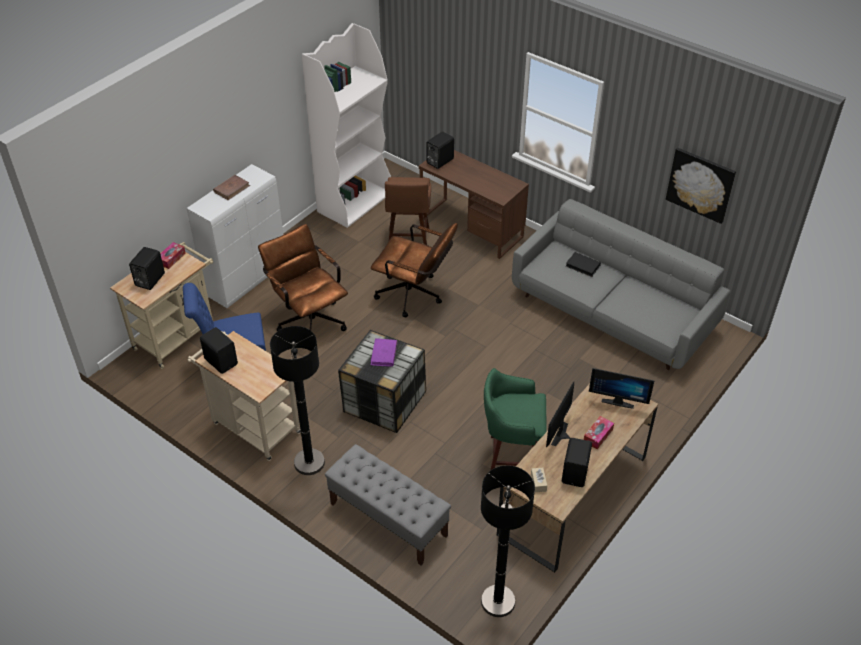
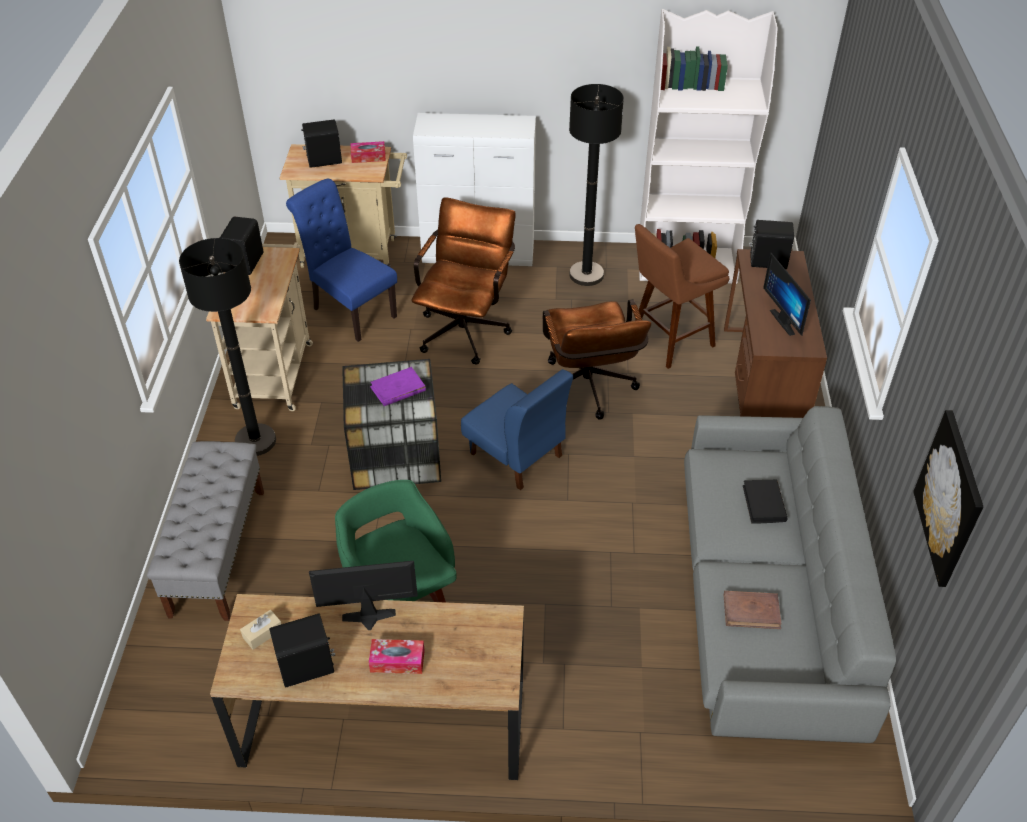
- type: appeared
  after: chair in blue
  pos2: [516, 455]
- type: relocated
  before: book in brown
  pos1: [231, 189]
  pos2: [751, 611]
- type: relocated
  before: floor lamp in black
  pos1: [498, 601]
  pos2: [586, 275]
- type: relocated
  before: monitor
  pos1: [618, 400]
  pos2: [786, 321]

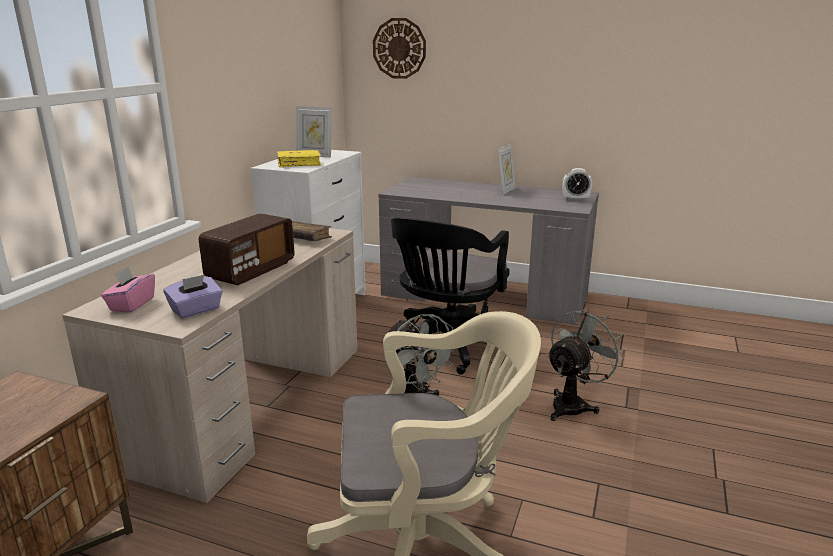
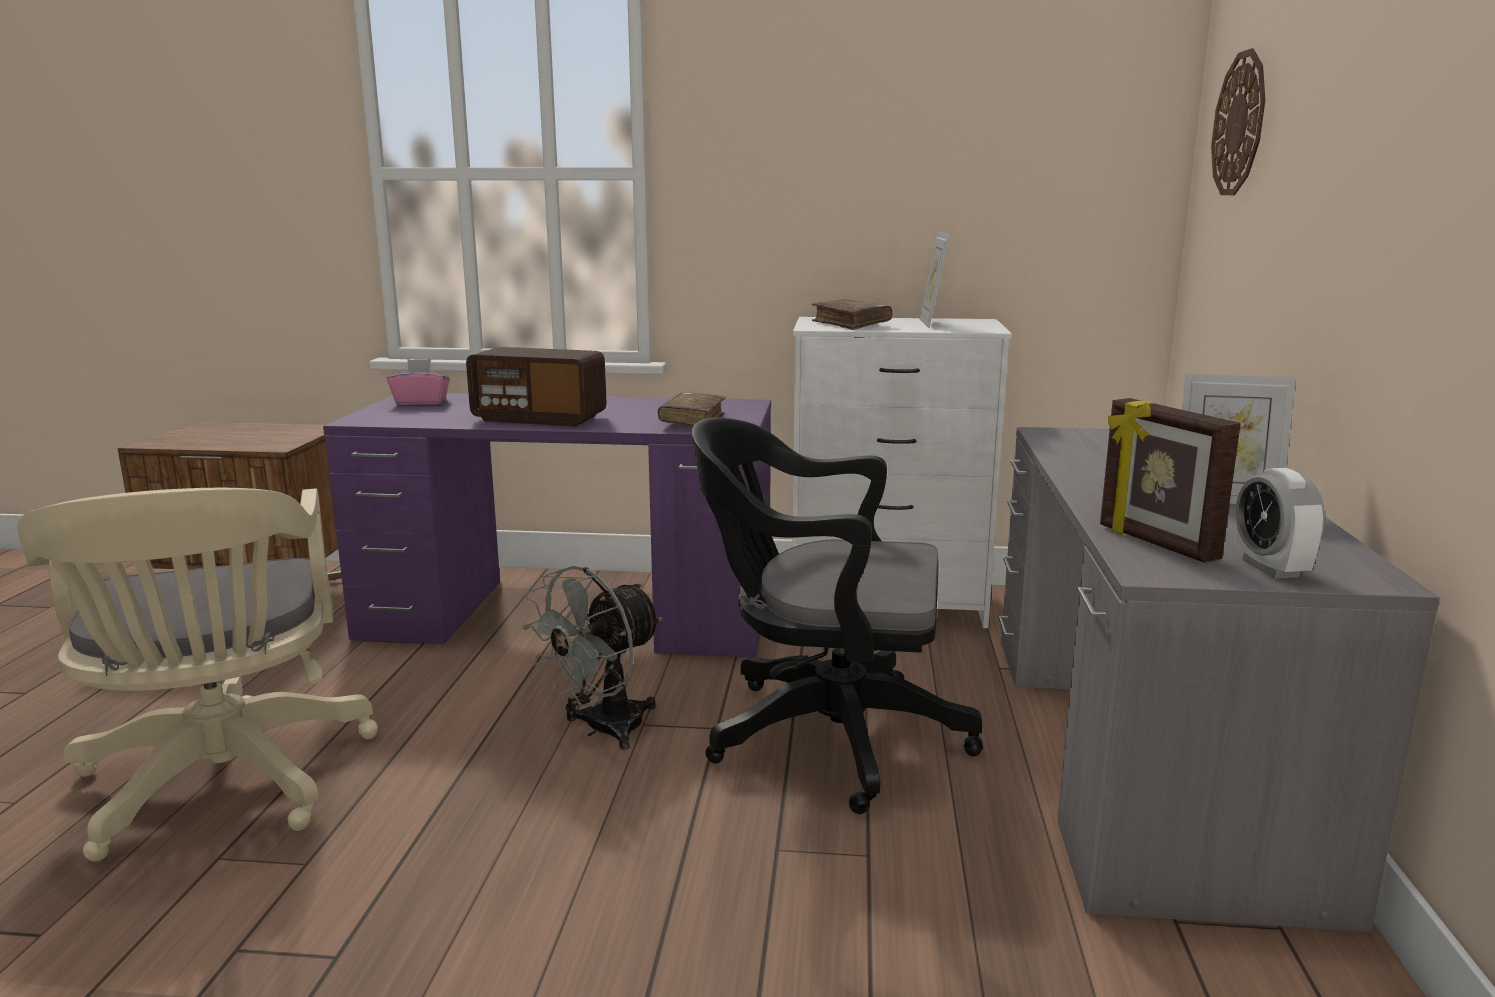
- type: missing
  before: tissue box in purple
  pos1: [196, 310]
- type: missing
  before: fan in grey
  pos1: [573, 404]
- type: appeared
  after: picture frame
  pos2: [1155, 543]
- type: colour
  before: desk in beige
  after: desk in purple
  pos1: [249, 400]
  pos2: [571, 615]
- type: colour
  before: book in yellow
  after: book in brown
  pos1: [299, 164]
  pos2: [851, 324]

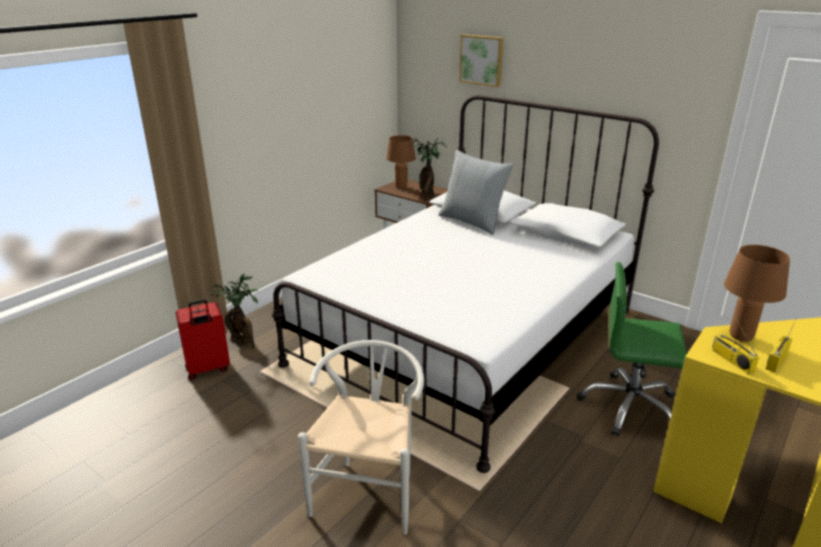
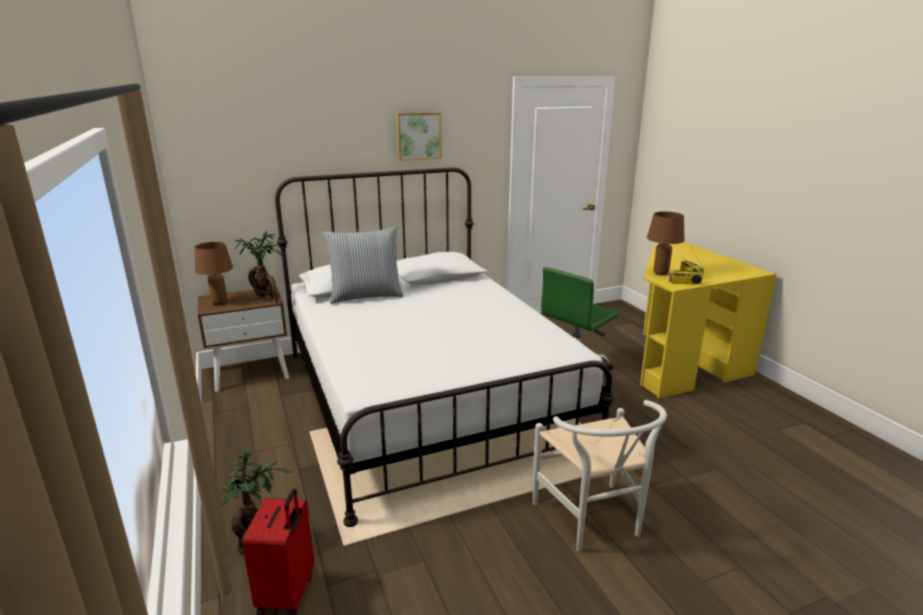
- type: relocated
  before: picture
  pos1: [482, 60]
  pos2: [418, 136]
- type: spun
  before: chair in white
  pos1: [369, 490]
  pos2: [593, 522]
  turn: -150

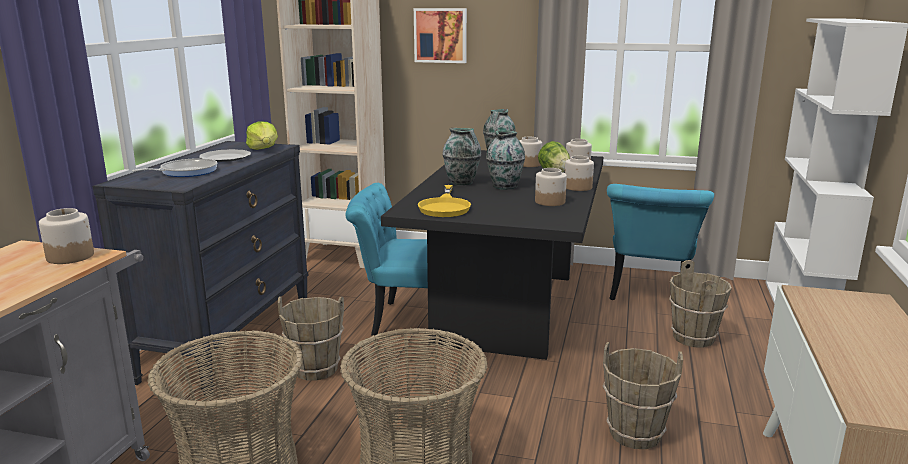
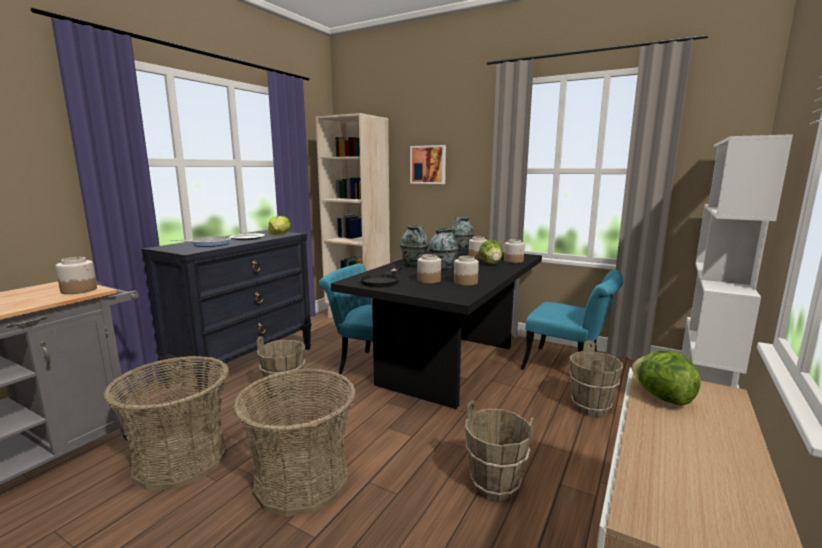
- type: appeared
  after: lettuce
  pos2: [662, 397]
- type: relocated
  before: jar
  pos1: [577, 187]
  pos2: [428, 280]
- type: colour
  before: frying pan in yellow
  after: frying pan in black
  pos1: [445, 206]
  pos2: [383, 280]
- type: spun
  before: chair in turquoise
  pos1: [649, 294]
  pos2: [569, 367]
  turn: -90

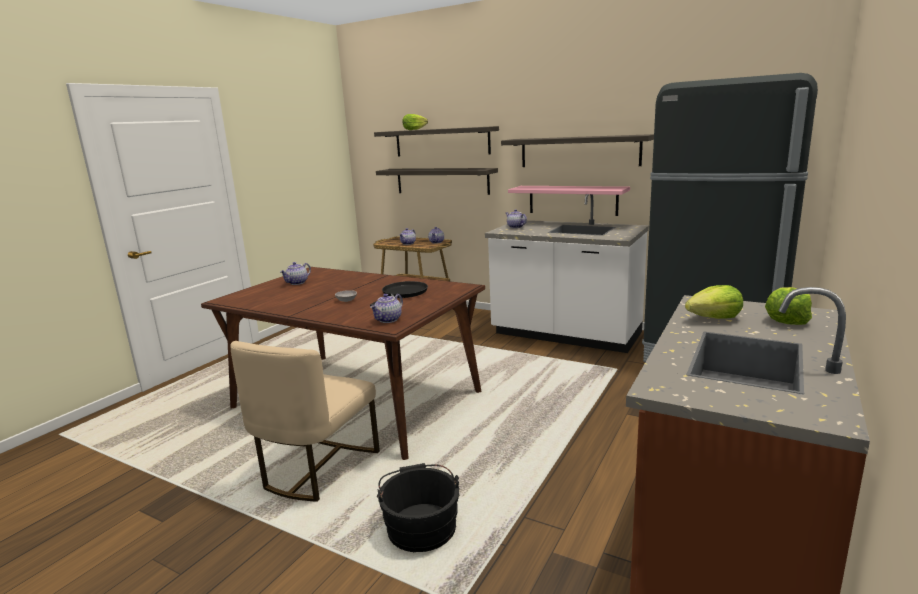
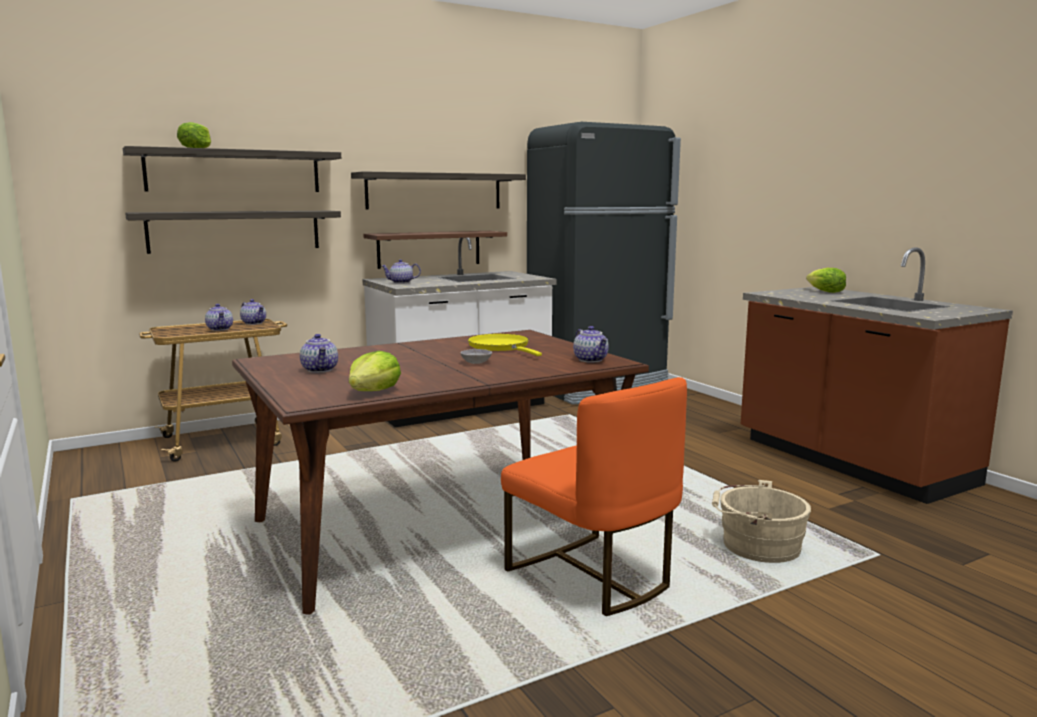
- type: relocated
  before: lettuce
  pos1: [714, 318]
  pos2: [374, 392]
- type: colour
  before: chair in beige
  after: chair in orange
  pos1: [317, 469]
  pos2: [592, 577]
- type: colour
  before: frying pan in black
  after: frying pan in yellow
  pos1: [403, 294]
  pos2: [501, 347]
- type: colour
  before: bucket in black
  after: bucket in beige
  pos1: [421, 525]
  pos2: [756, 545]
- type: colour
  before: shelf in pink
  after: shelf in brown
  pos1: [572, 200]
  pos2: [429, 249]

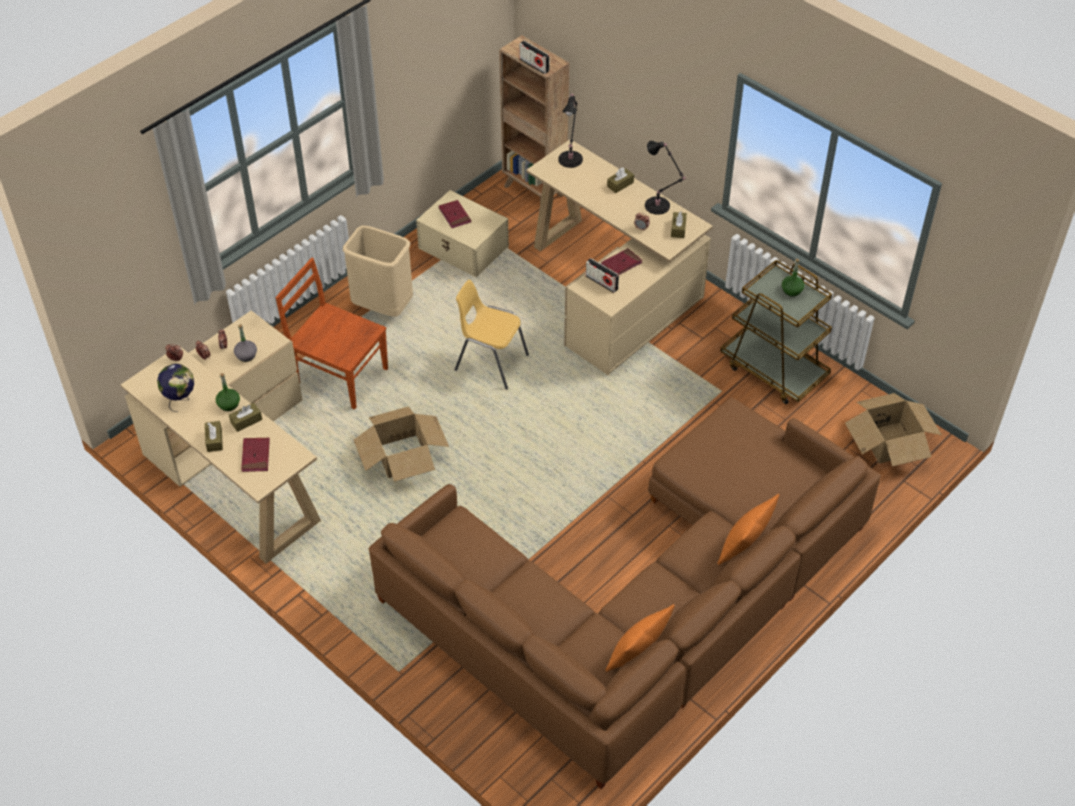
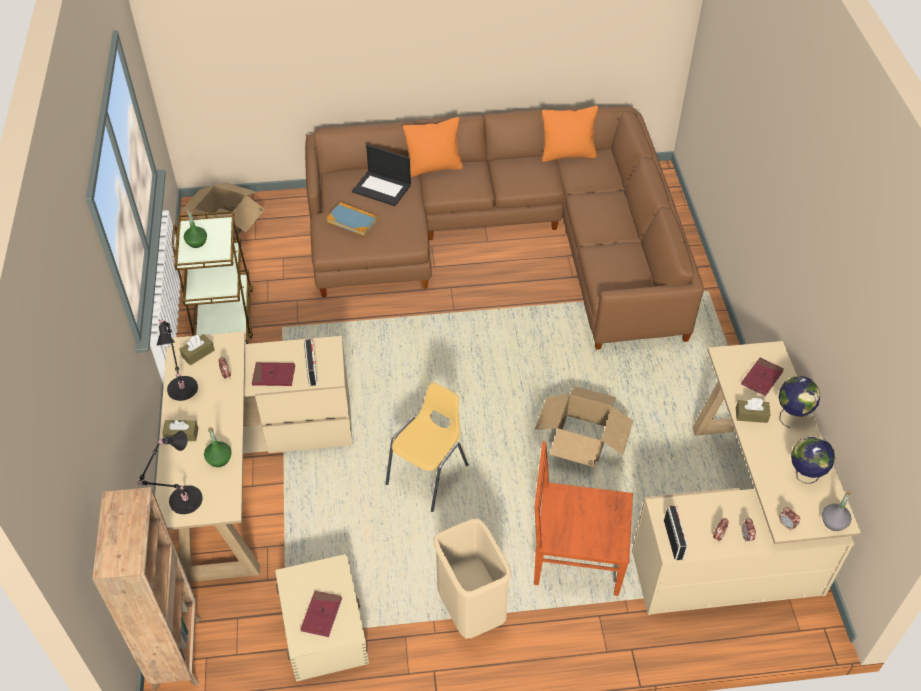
- type: appeared
  after: book
  pos2: [352, 220]
- type: appeared
  after: laptop
  pos2: [382, 188]
- type: relocated
  before: bottle in green
  pos1: [229, 404]
  pos2: [219, 459]
- type: relocated
  before: bottle in grey
  pos1: [246, 355]
  pos2: [834, 522]
- type: relocated
  before: radio
  pos1: [534, 65]
  pos2: [673, 539]
- type: exchanged
  before: tissue box in brown
  after: globe
  pos1: [214, 440]
  pos2: [792, 414]
- type: spun
  before: chair in brown
  pos1: [339, 375]
  pos2: [575, 557]
  turn: 120
- type: spun
  before: chair in yellow
  pos1: [490, 362]
  pos2: [429, 474]
  turn: -120

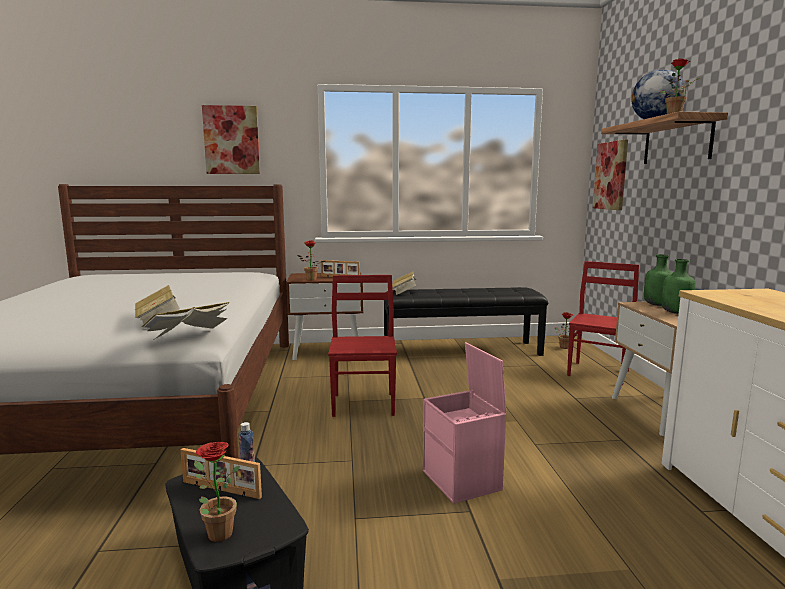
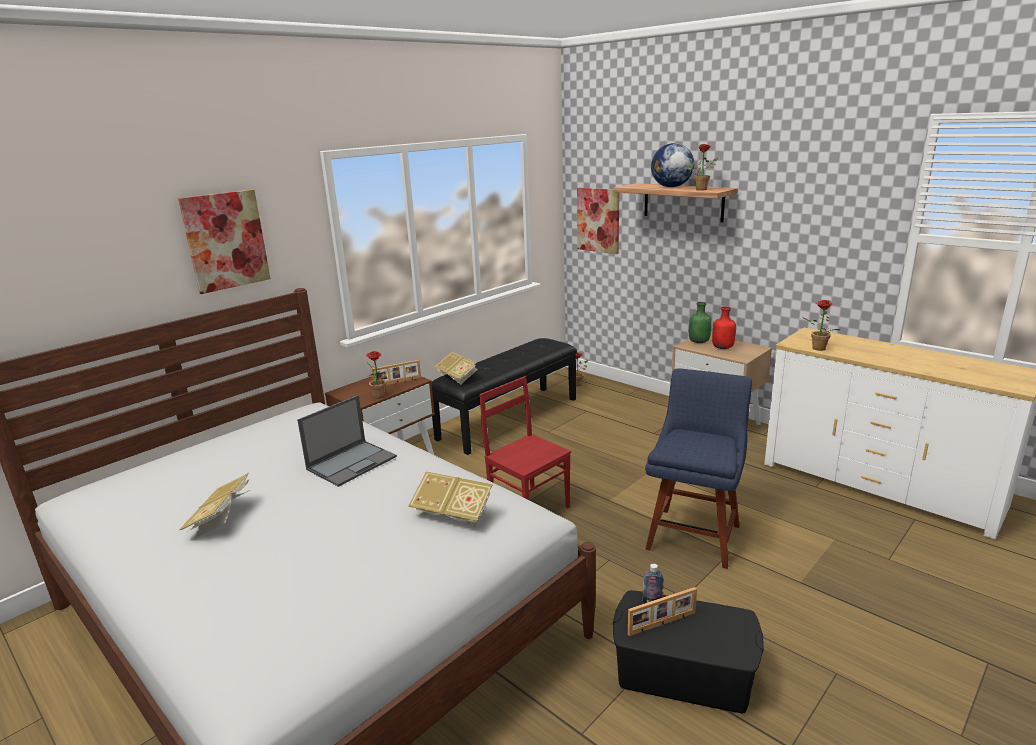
- type: missing
  before: chair in red
  pos1: [599, 373]
- type: appeared
  after: laptop
  pos2: [352, 462]
- type: relocated
  before: book
  pos1: [189, 336]
  pos2: [222, 520]
- type: relocated
  before: potted plant
  pos1: [215, 532]
  pos2: [816, 349]
- type: exchanged
  before: storage box in pink
  after: chair in blue
  pos1: [463, 480]
  pos2: [694, 534]
- type: colour
  before: bottle in green
  after: bottle in red
  pos1: [676, 312]
  pos2: [723, 348]

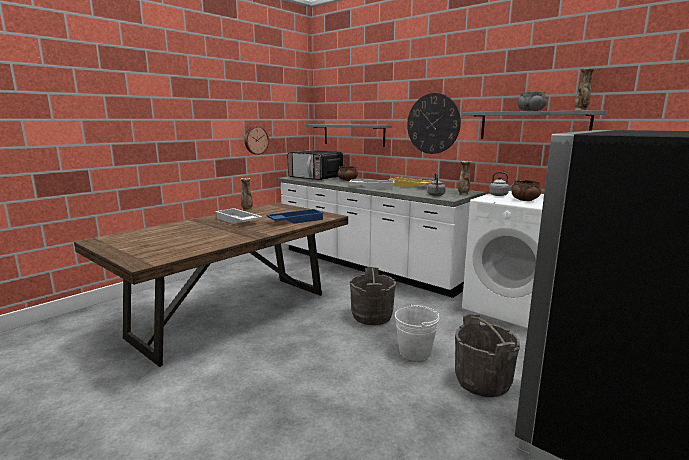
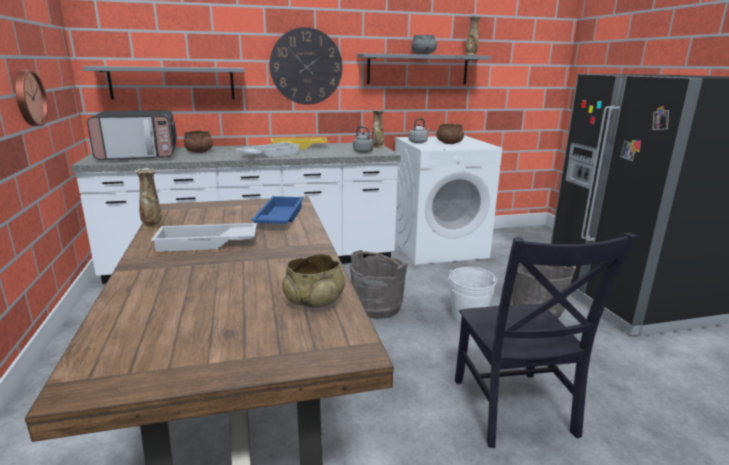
- type: appeared
  after: bowl in beige
  pos2: [314, 301]
- type: appeared
  after: chair in black
  pos2: [514, 410]

